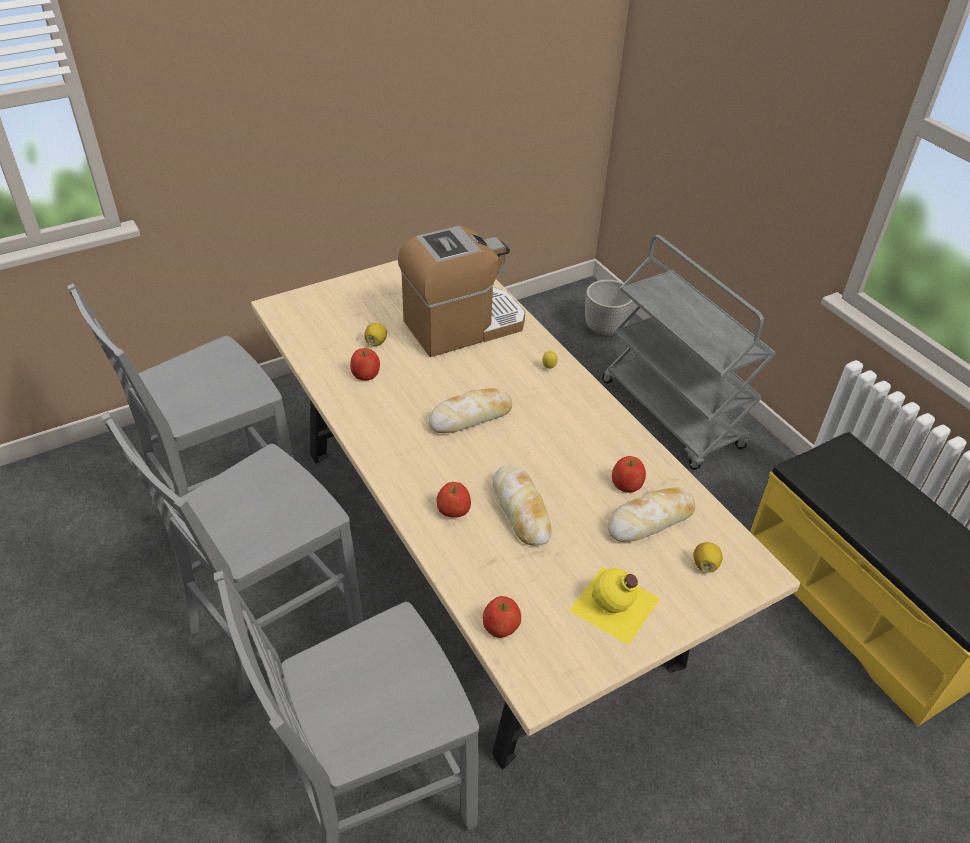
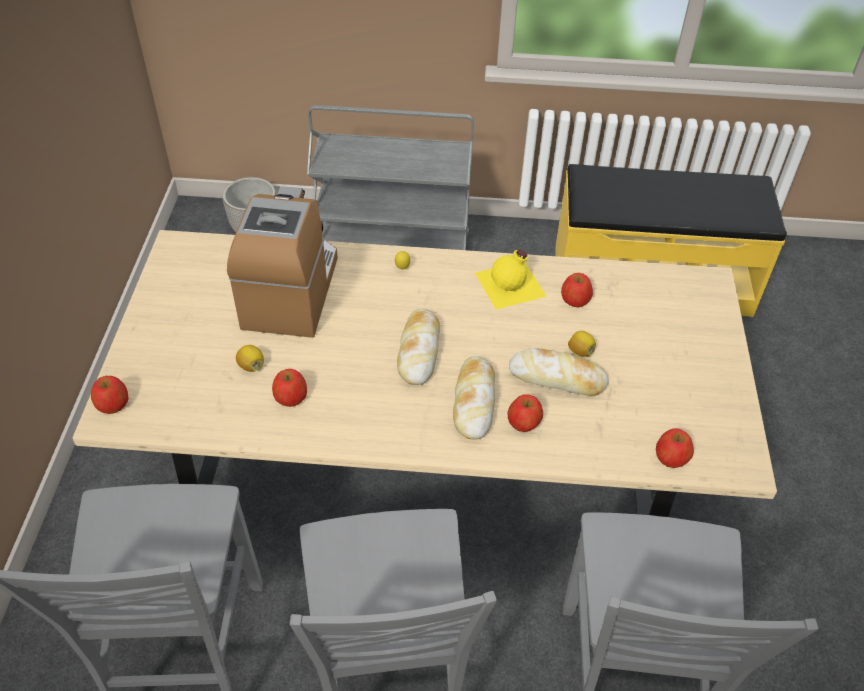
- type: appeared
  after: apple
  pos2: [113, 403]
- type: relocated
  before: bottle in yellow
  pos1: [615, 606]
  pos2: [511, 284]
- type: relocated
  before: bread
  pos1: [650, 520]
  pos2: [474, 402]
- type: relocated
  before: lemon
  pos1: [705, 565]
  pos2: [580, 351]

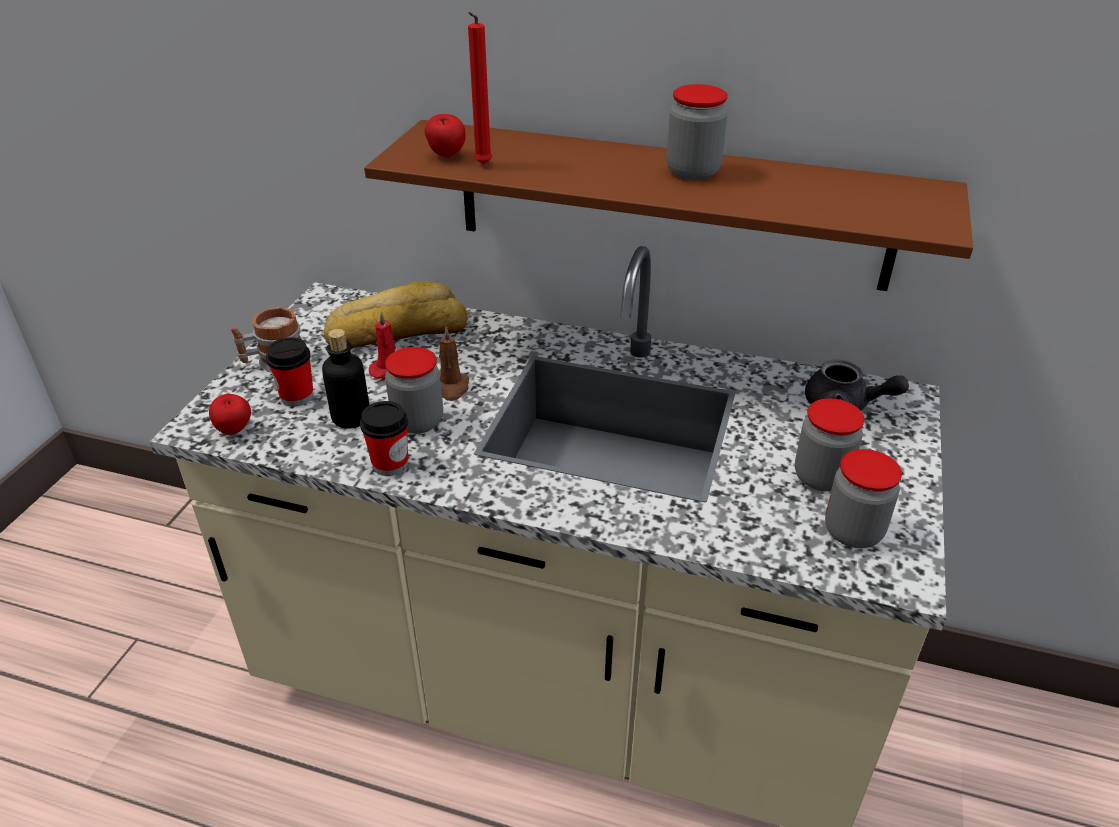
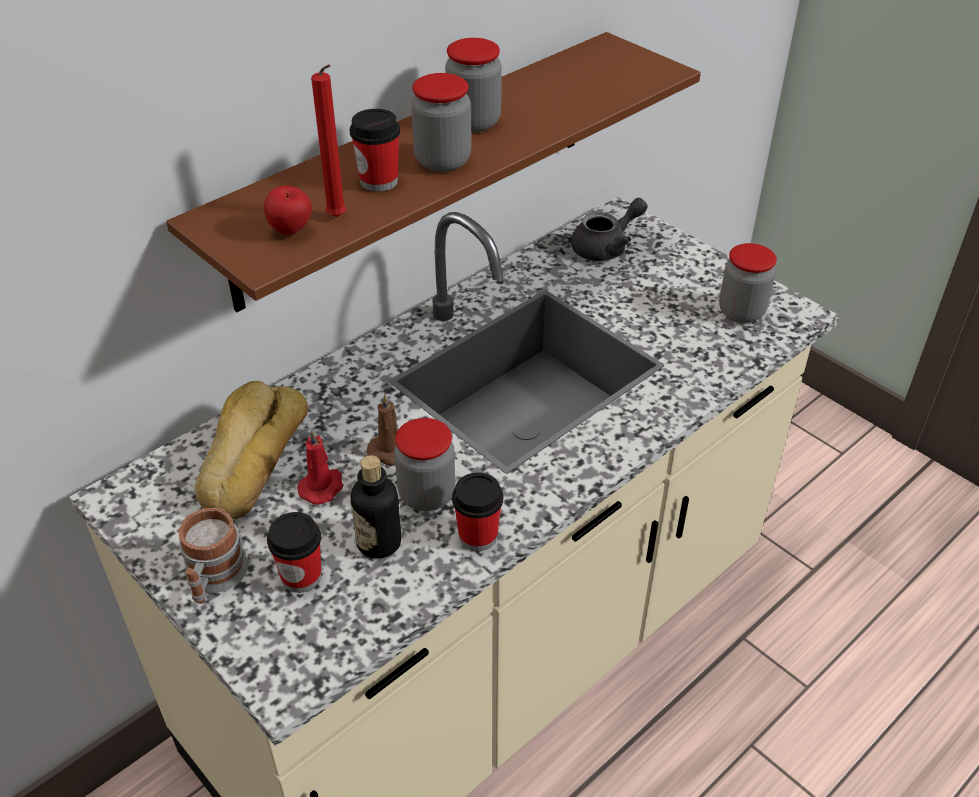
- type: missing
  before: apple
  pos1: [235, 431]
- type: appeared
  after: cup
  pos2: [379, 181]
- type: relocated
  before: jar
  pos1: [821, 477]
  pos2: [442, 161]

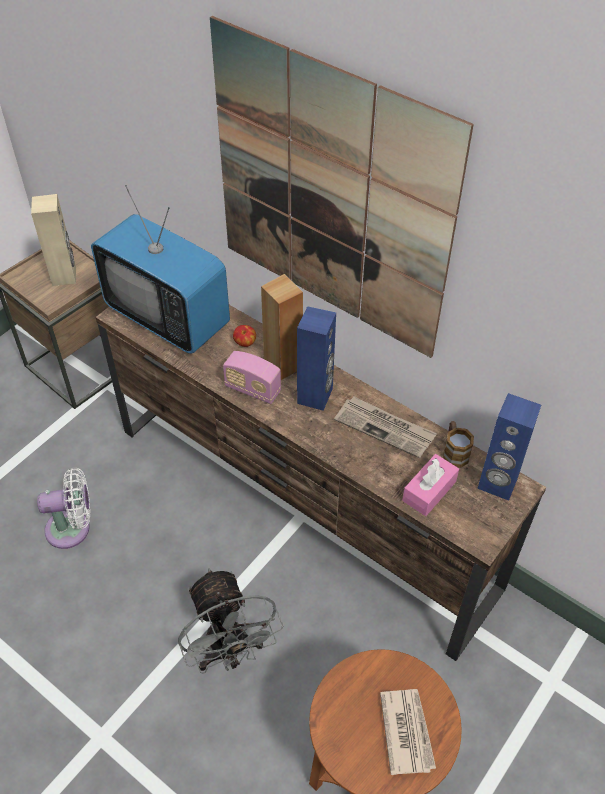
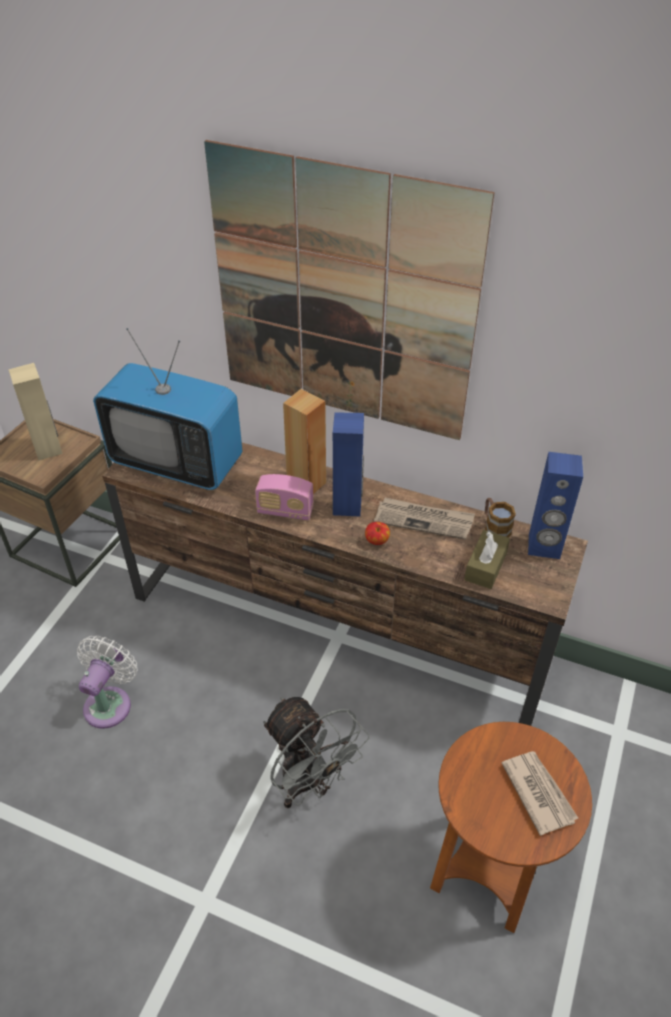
- type: relocated
  before: apple
  pos1: [245, 343]
  pos2: [377, 541]
- type: colour
  before: tissue box in pink
  after: tissue box in brown
  pos1: [429, 491]
  pos2: [485, 566]
- type: spun
  before: fan in white
  pos1: [73, 528]
  pos2: [110, 703]
  turn: -45

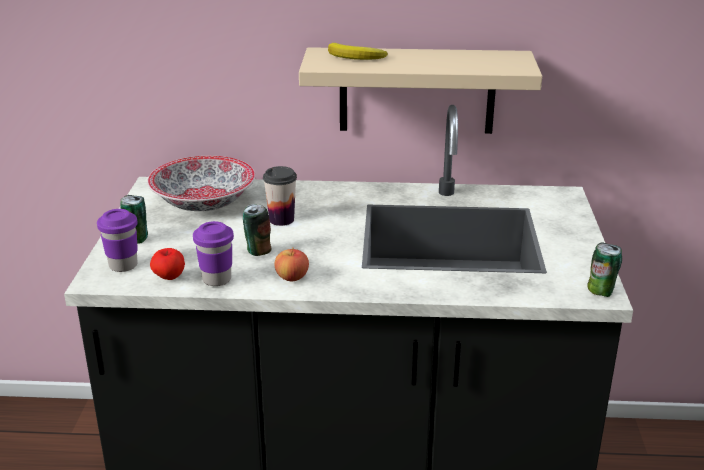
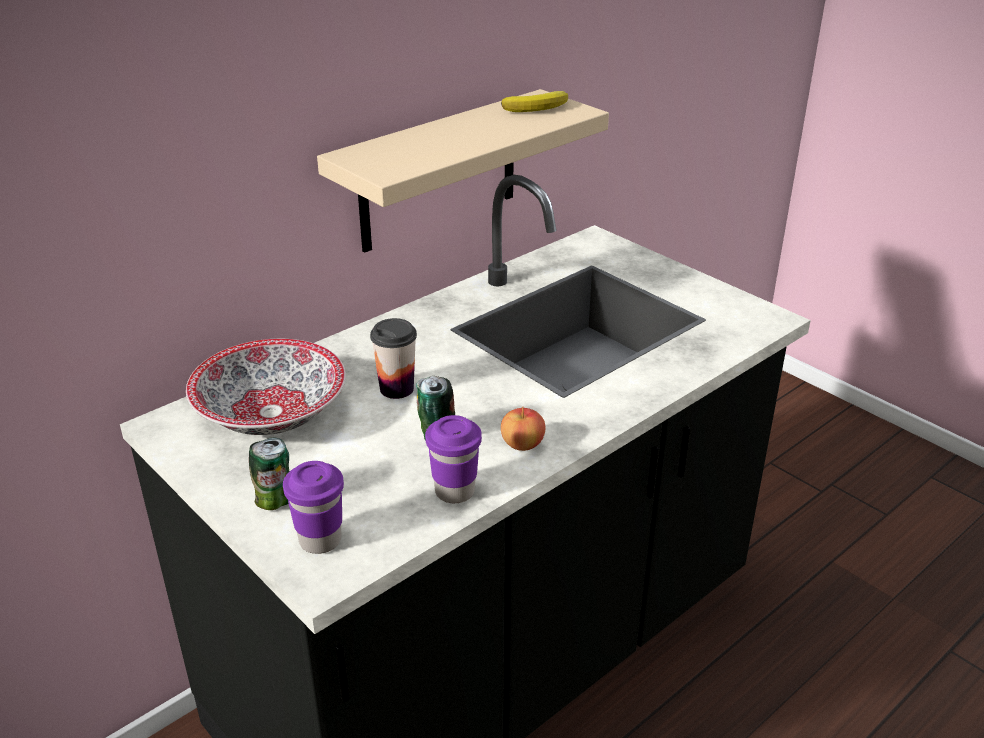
- type: missing
  before: apple
  pos1: [169, 277]
- type: missing
  before: can
  pos1: [601, 291]
- type: relocated
  before: banana
  pos1: [356, 57]
  pos2: [539, 107]

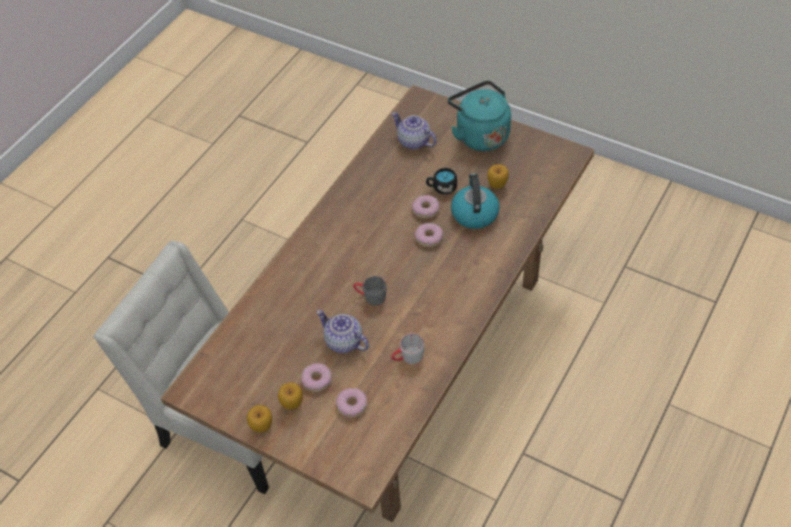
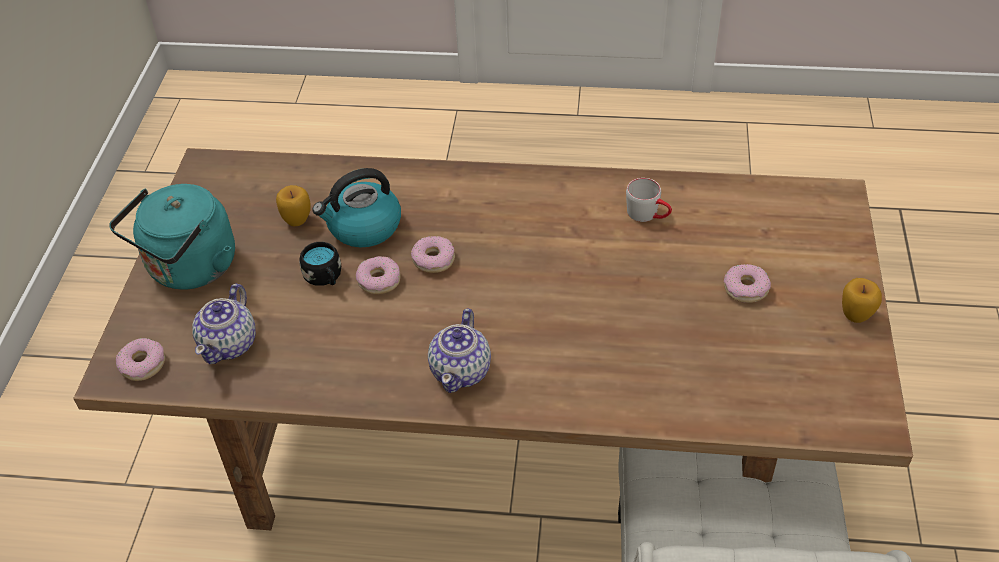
- type: missing
  before: apple
  pos1: [292, 404]
- type: missing
  before: mug in grey
  pos1: [370, 297]
- type: relocated
  before: teapot
  pos1: [344, 342]
  pos2: [461, 371]
- type: relocated
  before: donut
  pos1: [352, 405]
  pos2: [143, 364]

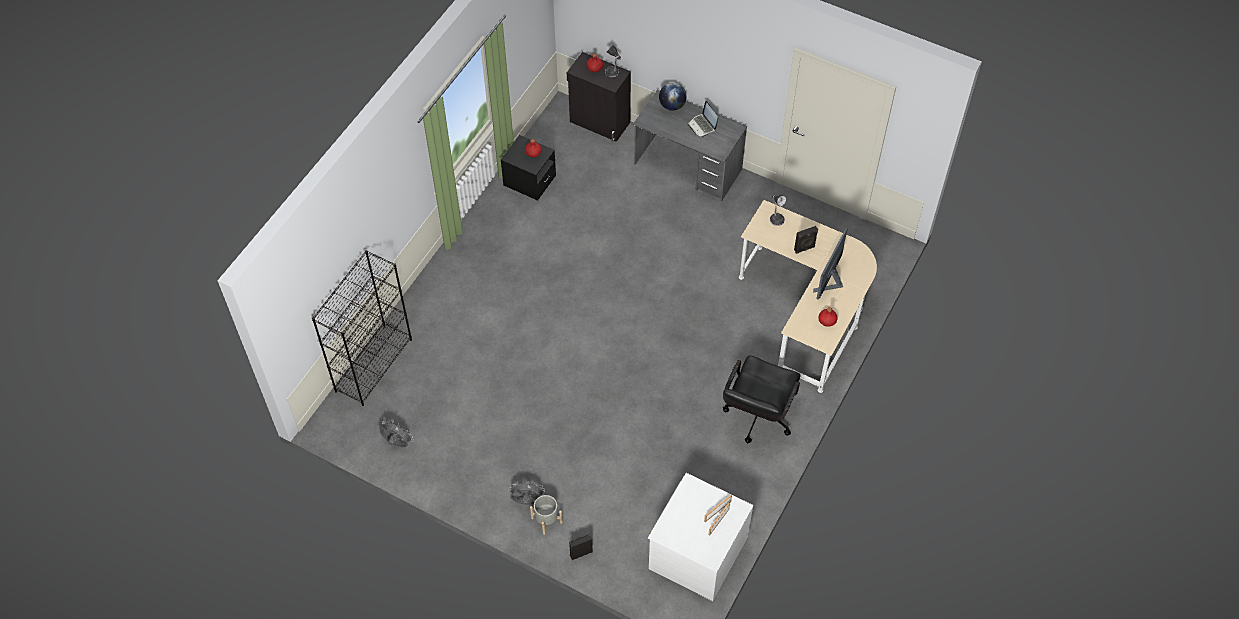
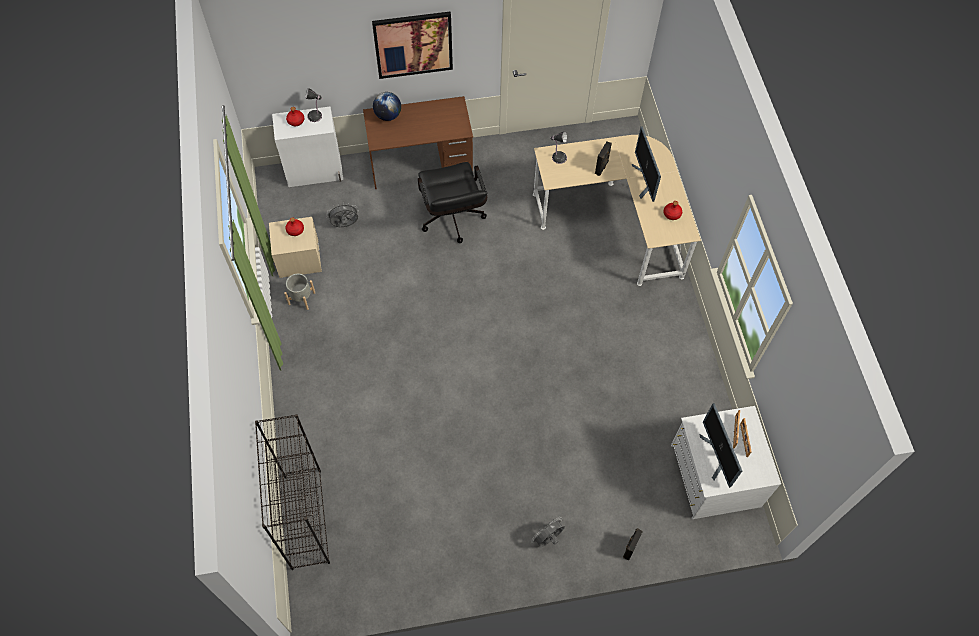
- type: missing
  before: laptop
  pos1: [702, 125]
- type: appeared
  after: picture
  pos2: [413, 44]
- type: appeared
  after: monitor
  pos2: [716, 456]
- type: relocated
  before: fan in grey
  pos1: [397, 443]
  pos2: [345, 225]
- type: relocated
  before: planter in grey
  pos1: [546, 520]
  pos2: [301, 298]
- type: relocated
  before: office chair in black
  pos1: [757, 419]
  pos2: [453, 221]
- type: colour
  before: nightstand in black
  after: nightstand in beige
  pos1: [529, 181]
  pos2: [299, 259]
- type: colour
  before: cabinet in black
  after: cabinet in white
  pos1: [599, 123]
  pos2: [315, 172]
- type: colour
  before: desk in grey
  after: desk in brown
  pos1: [688, 167]
  pos2: [421, 165]

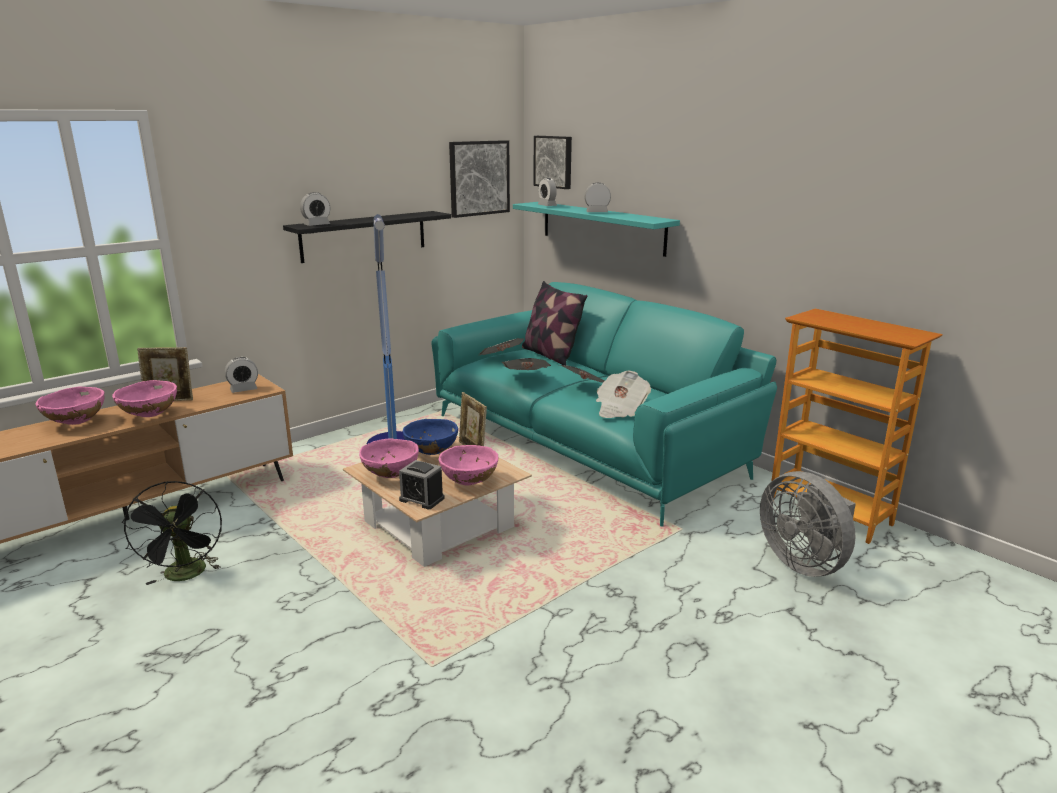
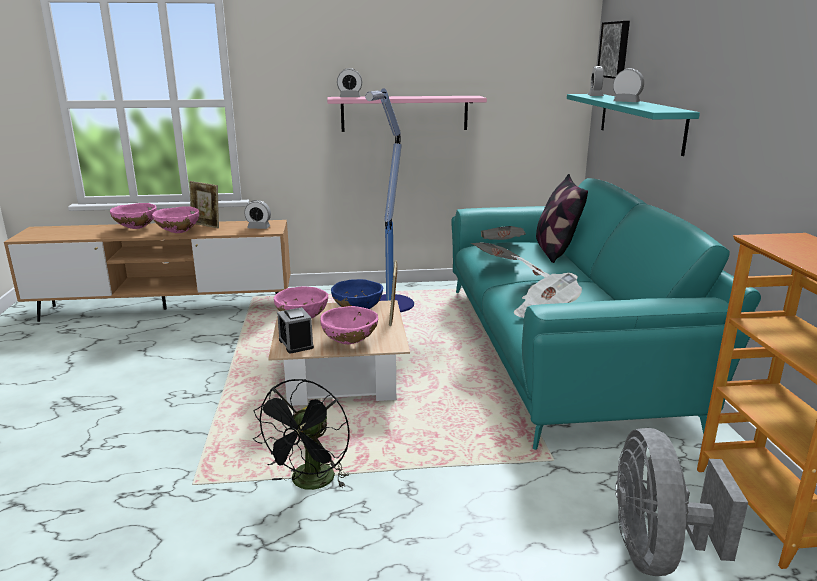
- type: missing
  before: picture
  pos1: [479, 178]
- type: relocated
  before: fan in black
  pos1: [186, 576]
  pos2: [310, 484]
- type: colour
  before: shelf in black
  after: shelf in pink
  pos1: [364, 236]
  pos2: [404, 113]

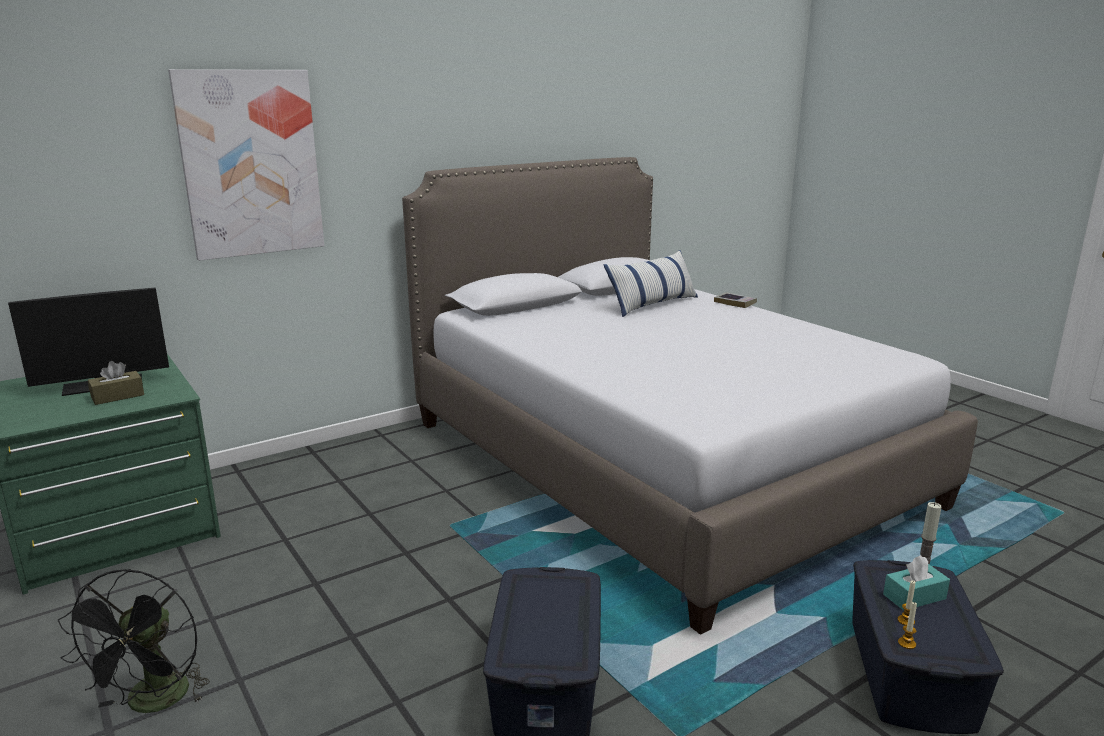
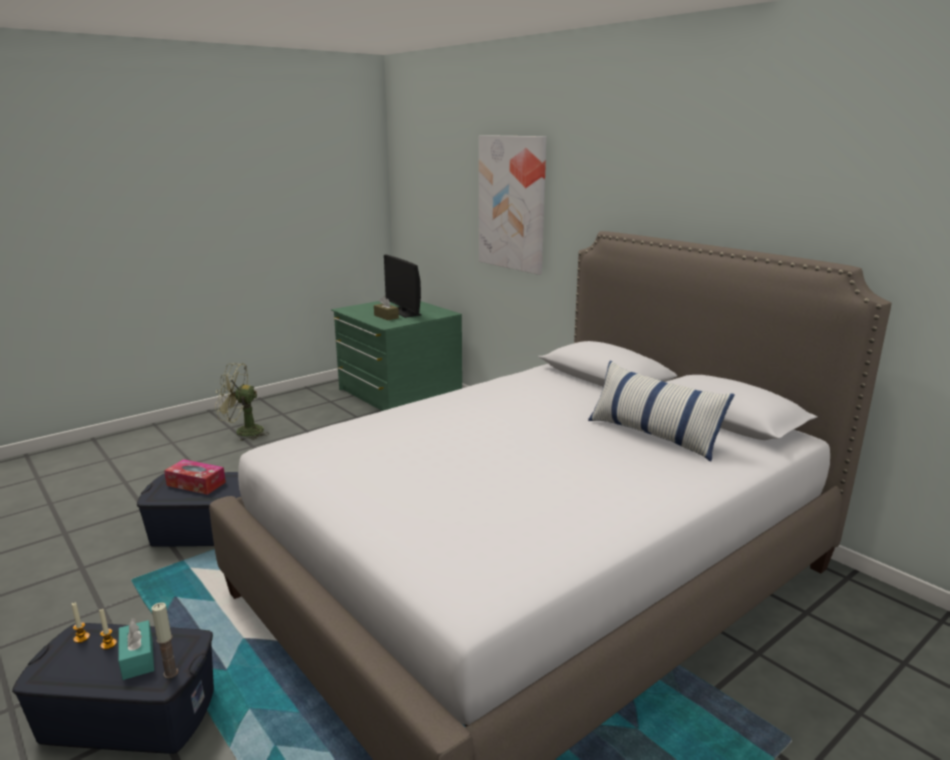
- type: missing
  before: book
  pos1: [735, 303]
- type: appeared
  after: tissue box
  pos2: [196, 484]
- type: colour
  before: fan in black
  after: fan in green
  pos1: [153, 704]
  pos2: [243, 432]

